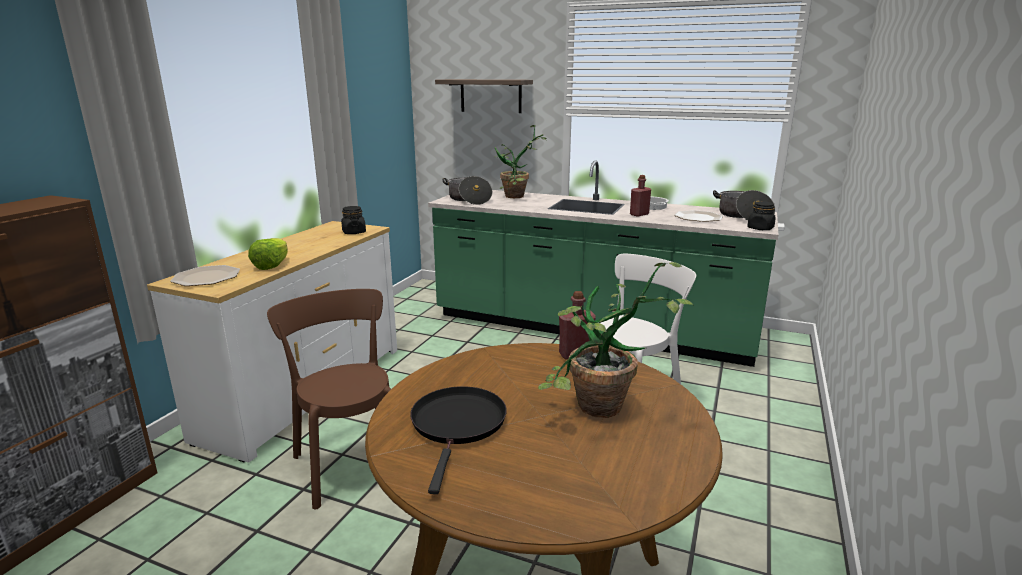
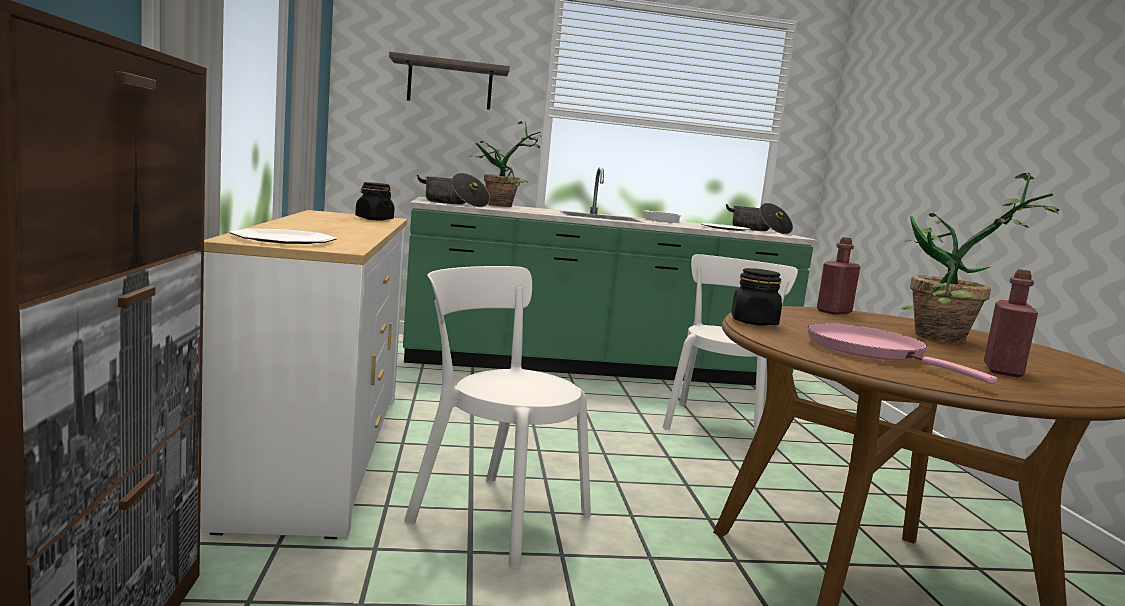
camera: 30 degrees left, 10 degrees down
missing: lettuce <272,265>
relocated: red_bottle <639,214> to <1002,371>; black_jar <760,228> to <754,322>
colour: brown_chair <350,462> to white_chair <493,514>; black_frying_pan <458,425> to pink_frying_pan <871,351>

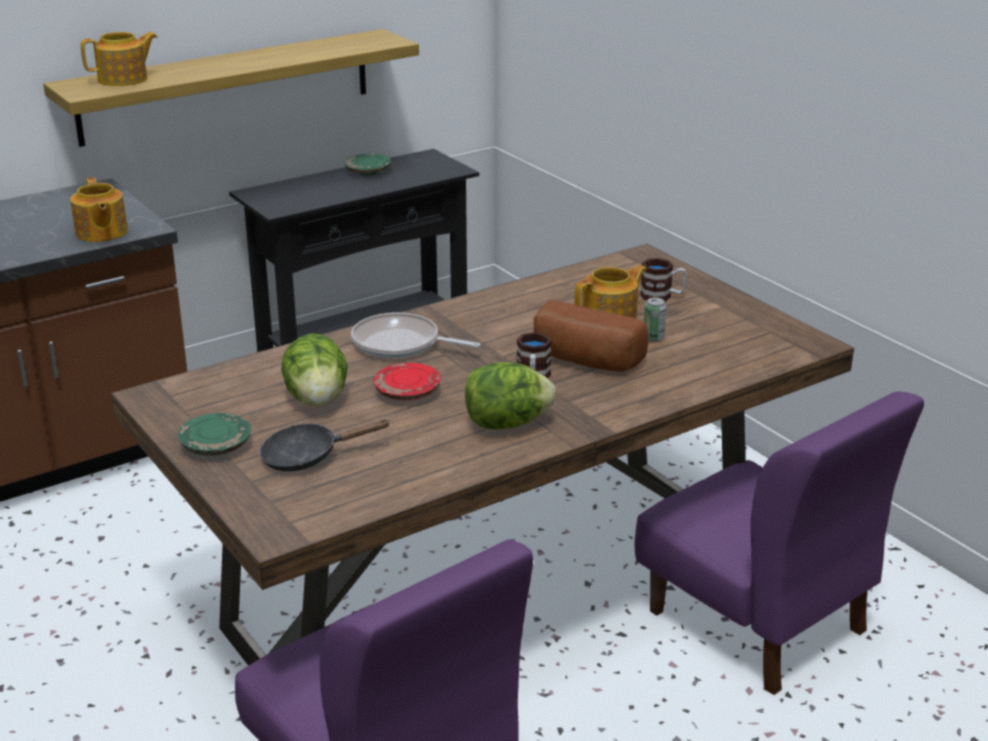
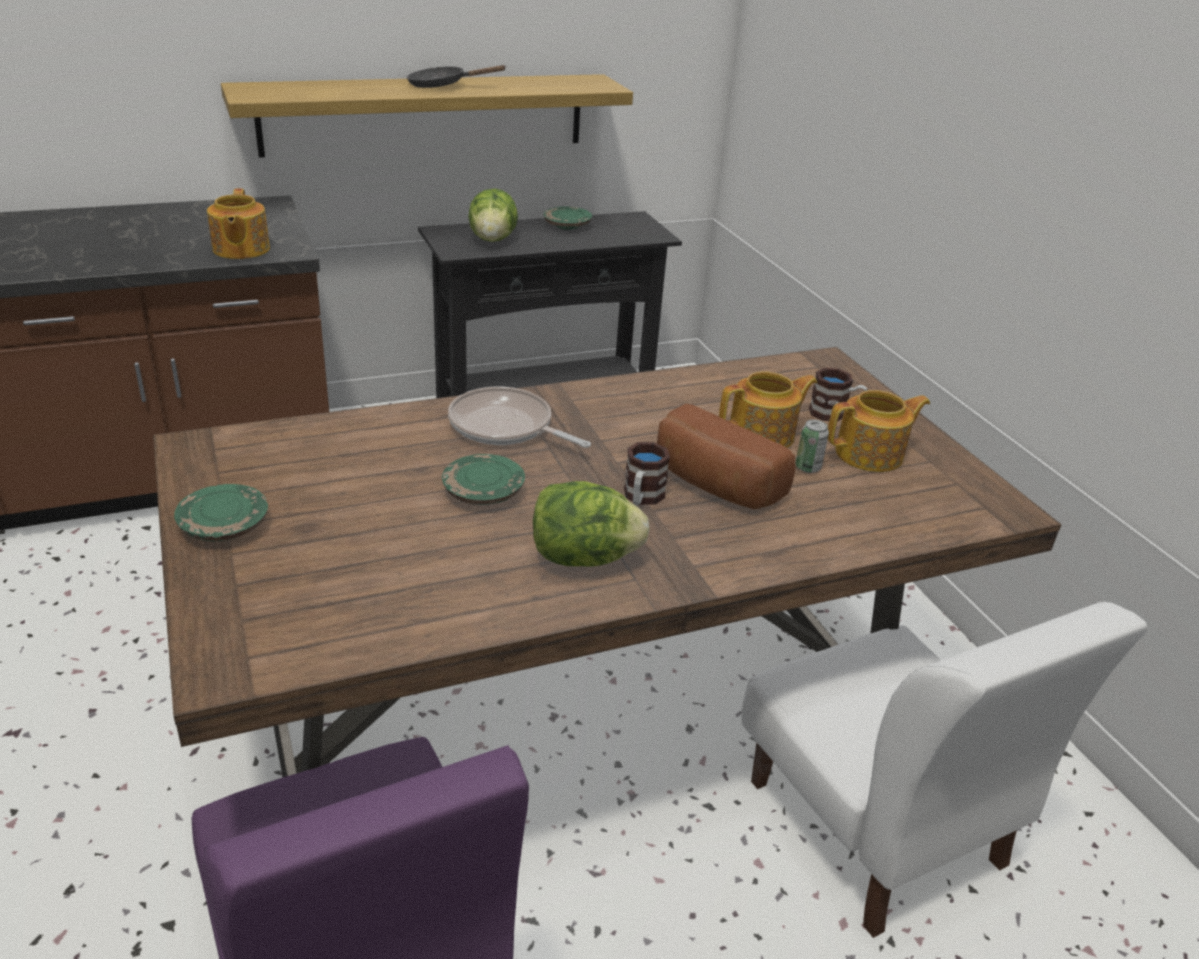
camera: 10 degrees right, 5 degrees up
relocated: teapot <124,79> to <871,454>; lettuce <317,399> to <493,239>; black_frying_pan <308,456> to <443,86>
colour: red_plate <407,392> to green_plate <483,492>; purple_chair <757,622> to white_chair <876,824>

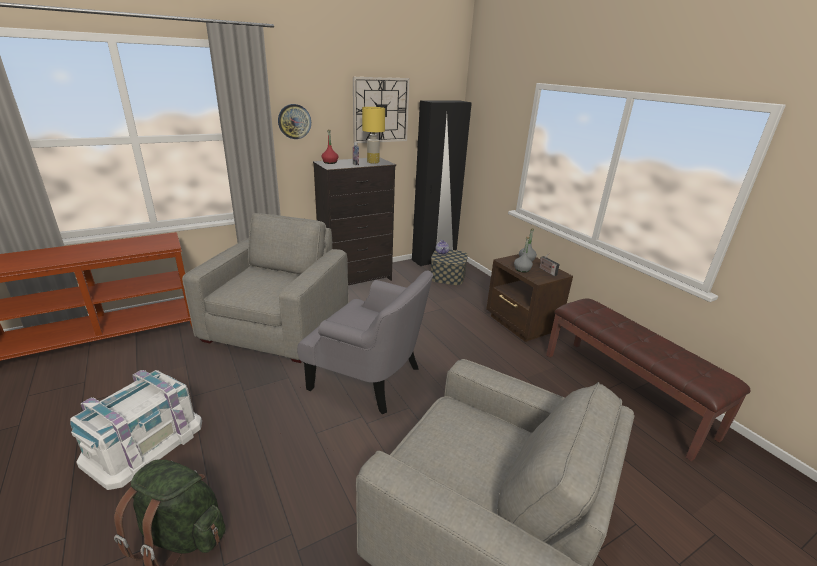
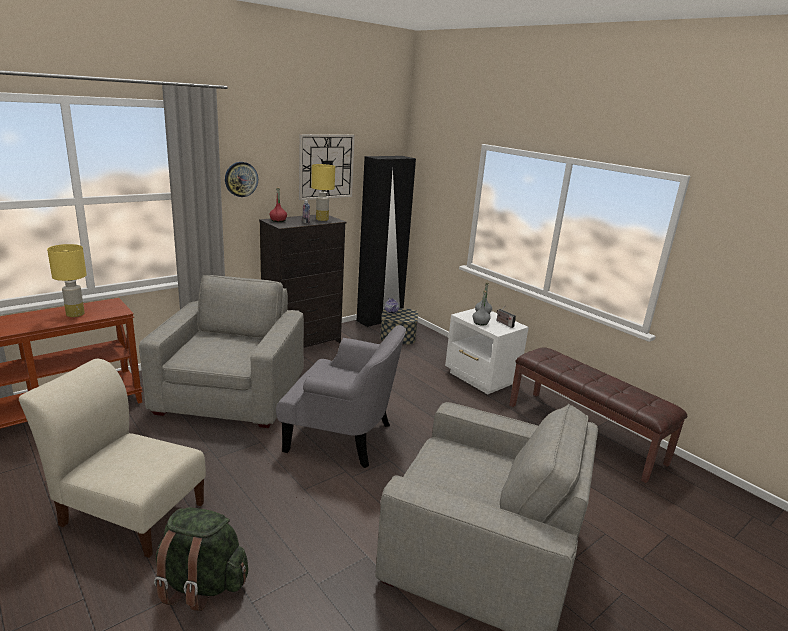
camera: 10 degrees left, 5 degrees down
appeared: yellow_table_lamp <75,314>
exchanged: white_storage_box <144,442> to beige_chair <129,512>
colour: brown_nightstand <521,324> to white_nightstand <481,379>

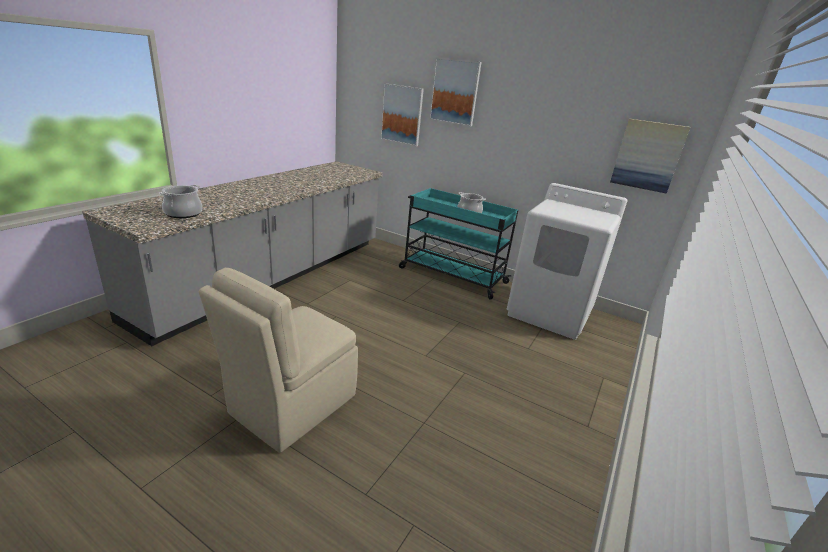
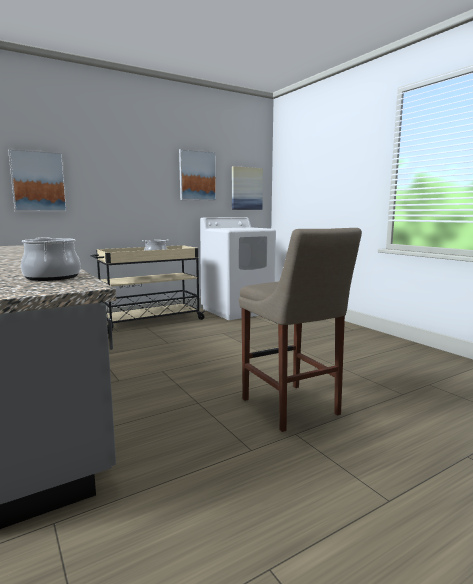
camera: 60 degrees left, 15 degrees down
relocated: picture <455,92> to <197,175>
exchanged: beige_chair <290,405> to beige_stool <292,408>
colour: turquoise_cart <451,275> to beige_cart <149,321>

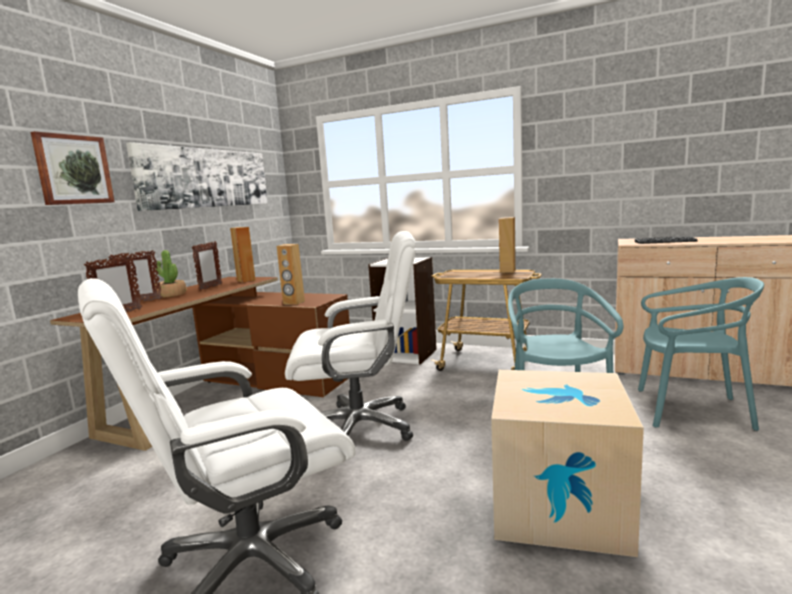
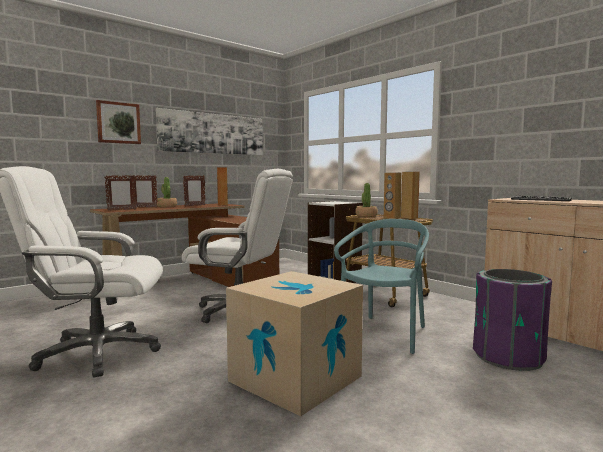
camera: 25 degrees right, 5 degrees down
appeared: potted_plant <366,215>
relocated: brown_speaker <293,303> to <391,218>
exchanged: turquoise_chair <691,410> to purple_trash_can <508,357>

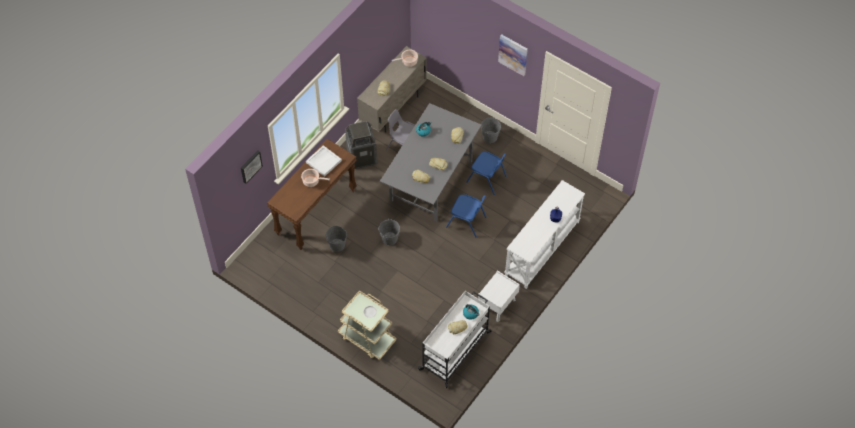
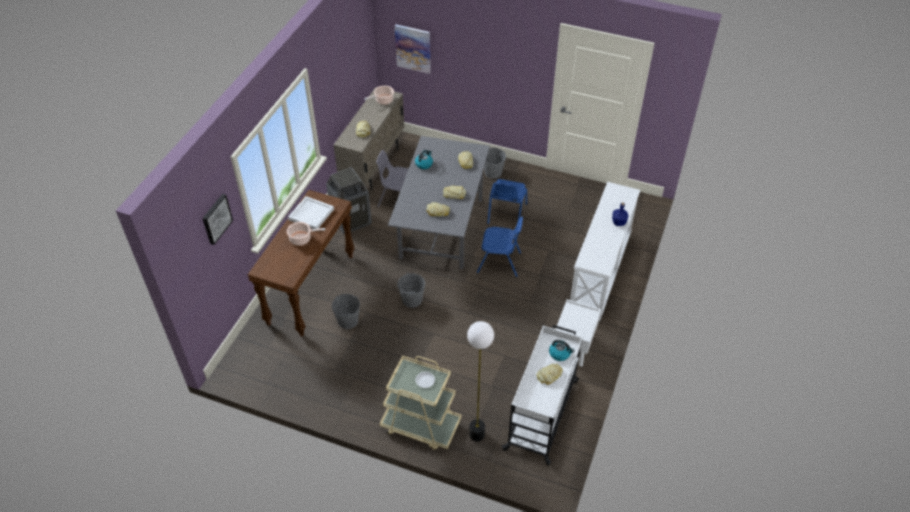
camera: 15 degrees left, 10 degrees down
appeared: floor_lamp <476,434>
relocated: picture <513,54> to <413,48>
spun: blue_chair <487,179> = <506,214> 90 degrees clockwise

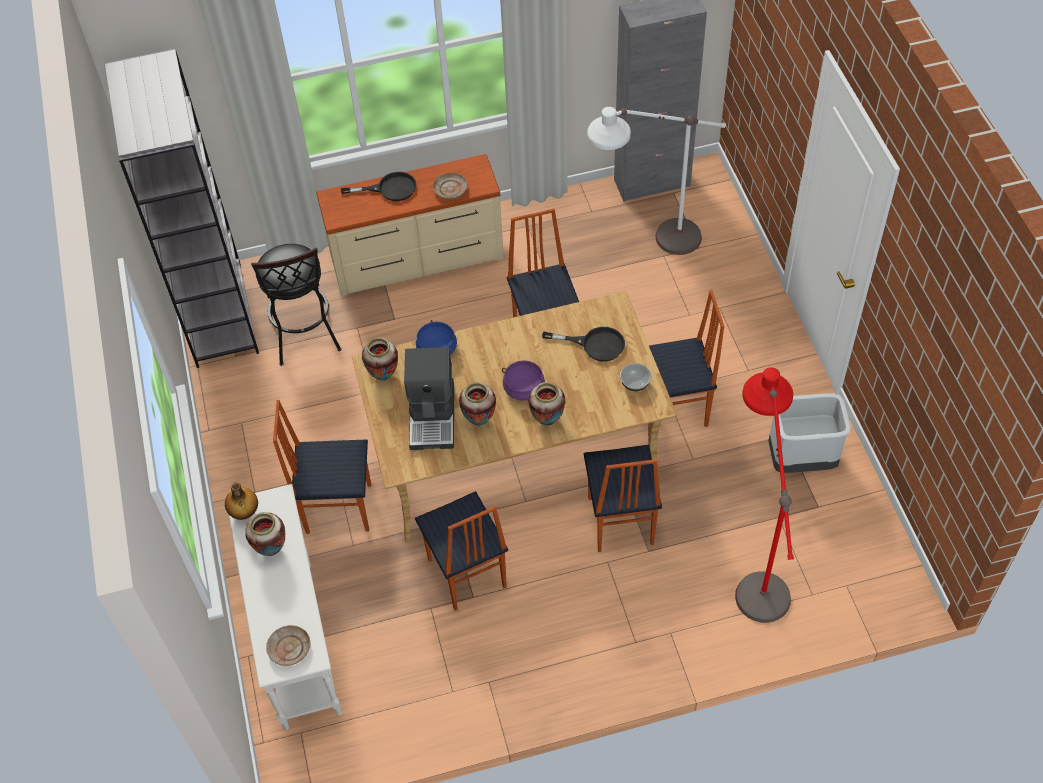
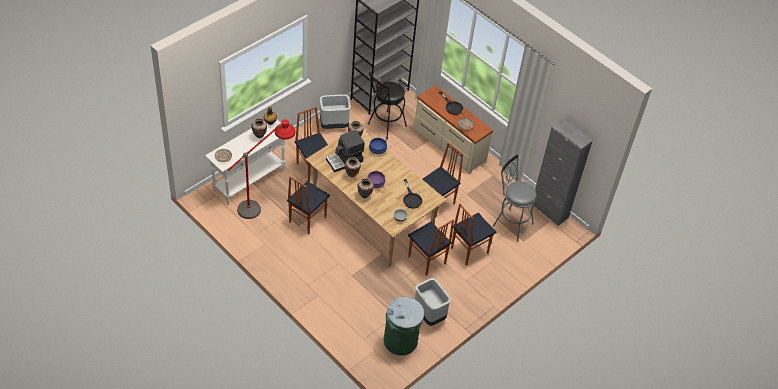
camera: 55 degrees right, 5 degrees down
appeared: grey_trash_can <334,125>; green_trash_can <401,341>
relocated: red_floor_lamp <755,562> to <263,203>; chair <619,522> to <468,250>
exchanged: white_floor_lamp <649,248> to grey_stool <510,223>

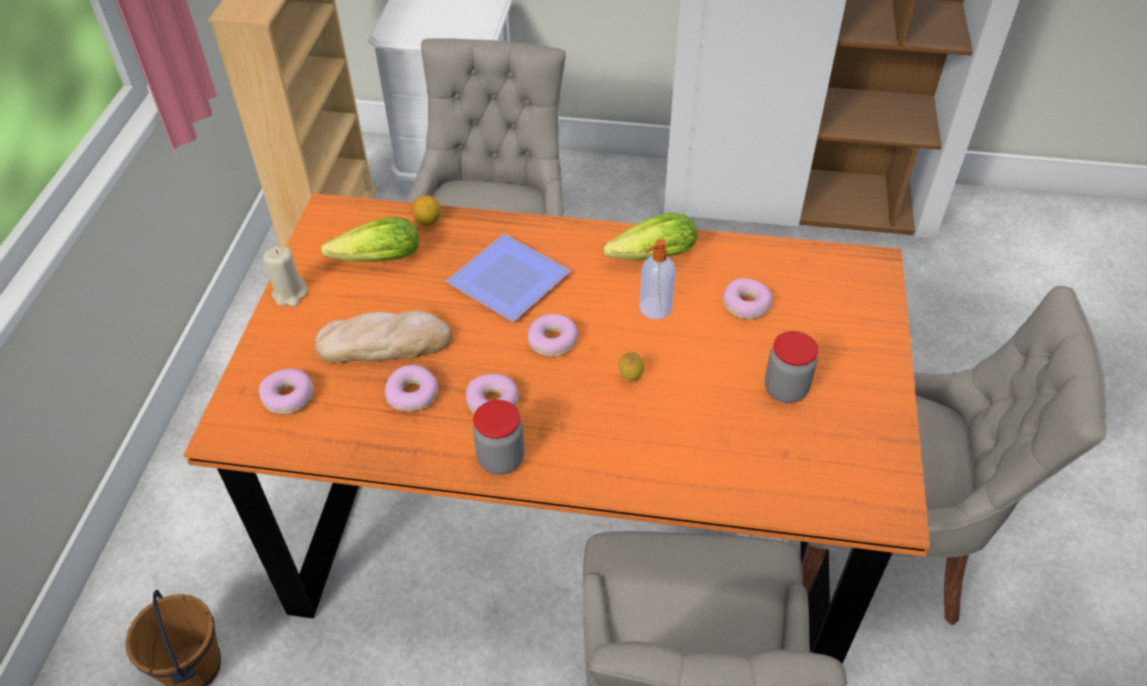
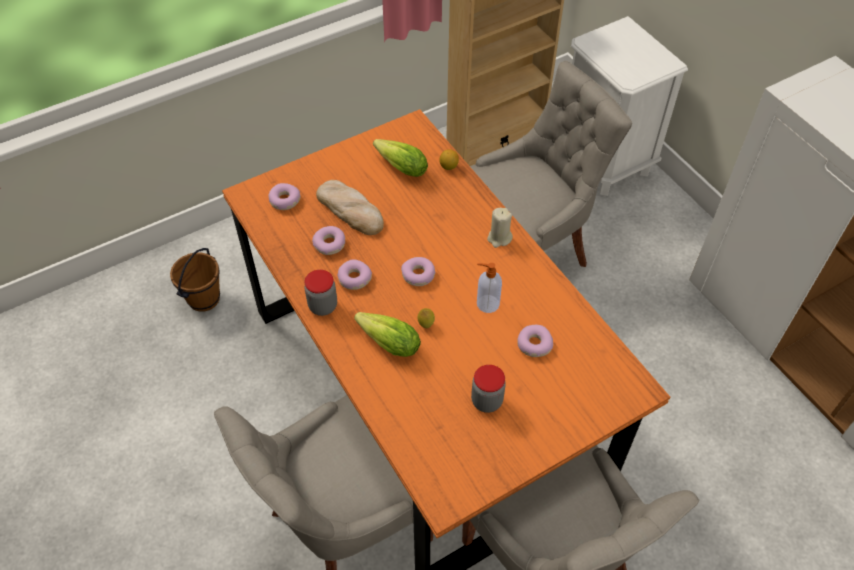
camera: 50 degrees right, 5 degrees up
missing: plate <508,277>
relocated: lettuce <648,258> to <386,341>; beige_candle <290,294> to <499,238>

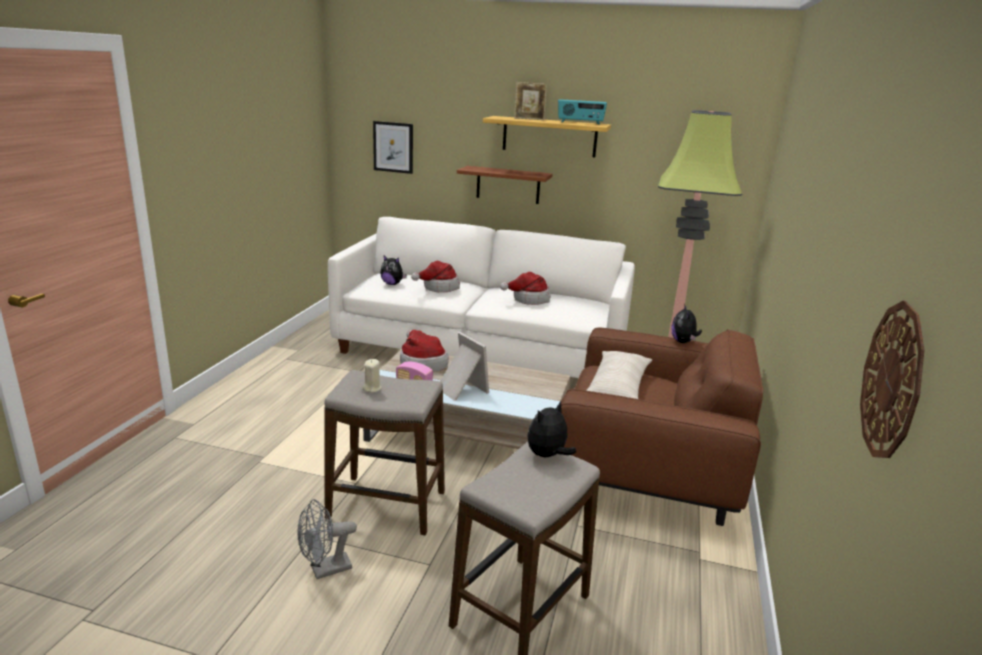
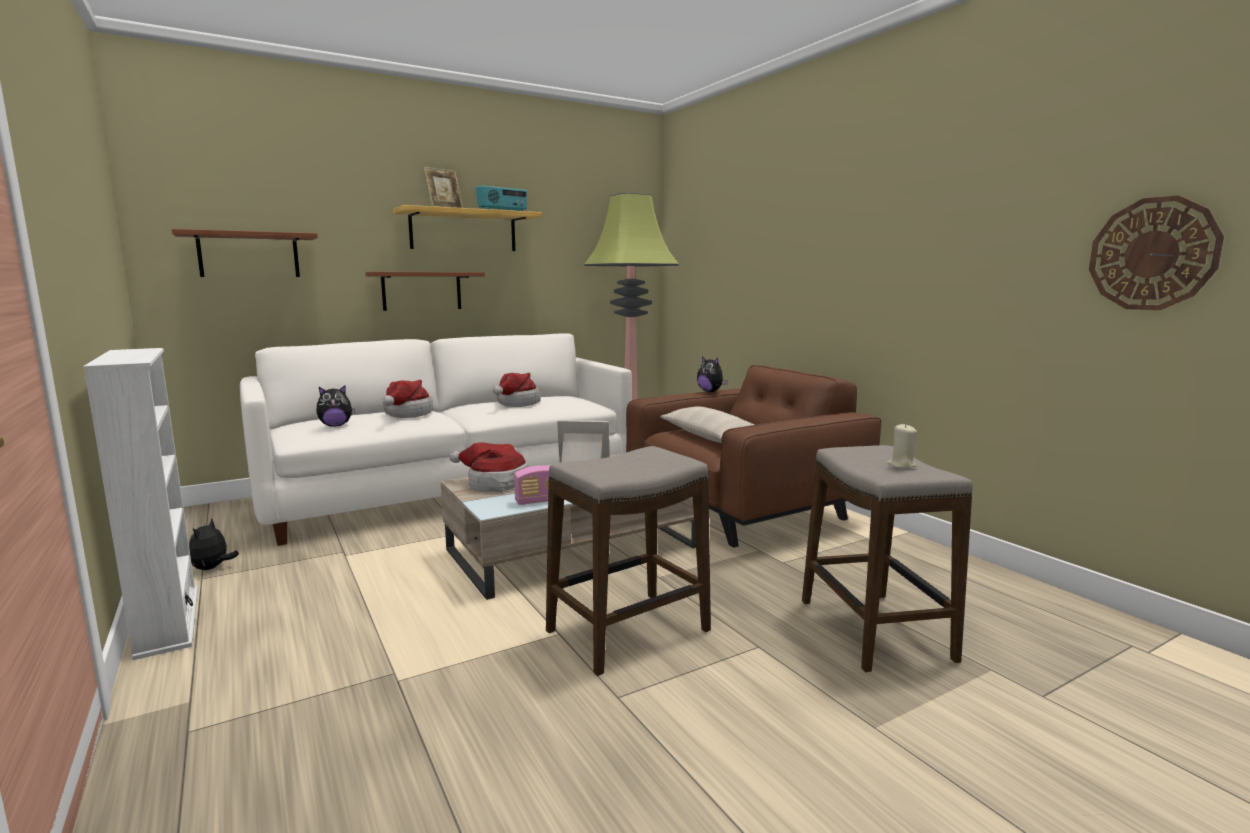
camera: 45 degrees left, 10 degrees down
missing: grey_fan <325,570>
appeared: white_bookcase <167,621>
relocated: beige_candle <372,388> to <901,465>; plush_toy <547,456> to <212,568>
exchanged: picture <393,147> to brown_shelf <249,255>

